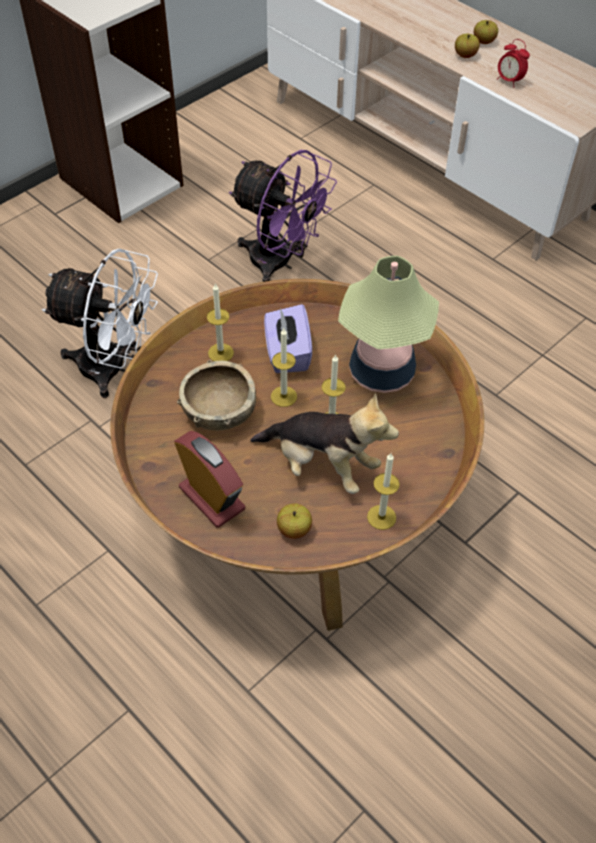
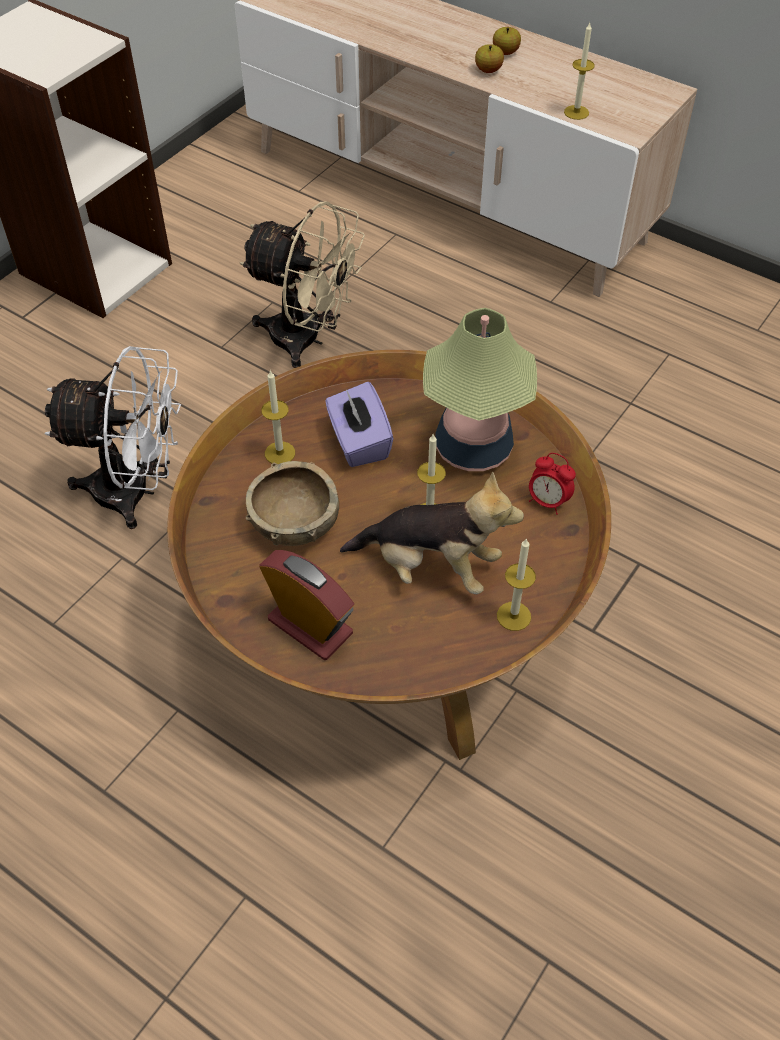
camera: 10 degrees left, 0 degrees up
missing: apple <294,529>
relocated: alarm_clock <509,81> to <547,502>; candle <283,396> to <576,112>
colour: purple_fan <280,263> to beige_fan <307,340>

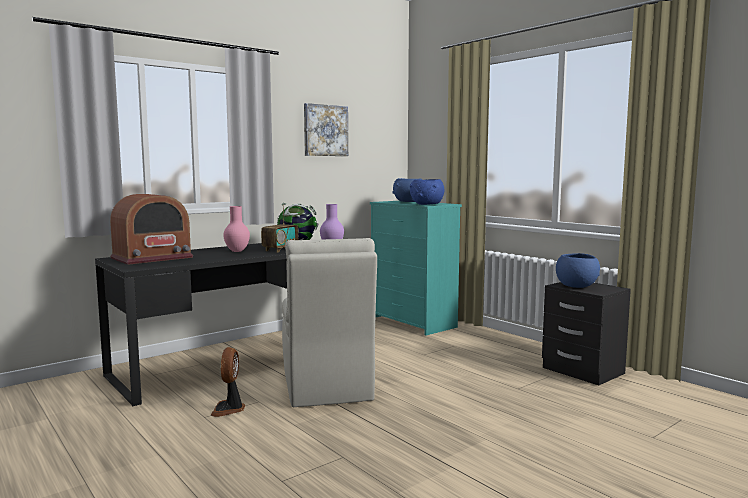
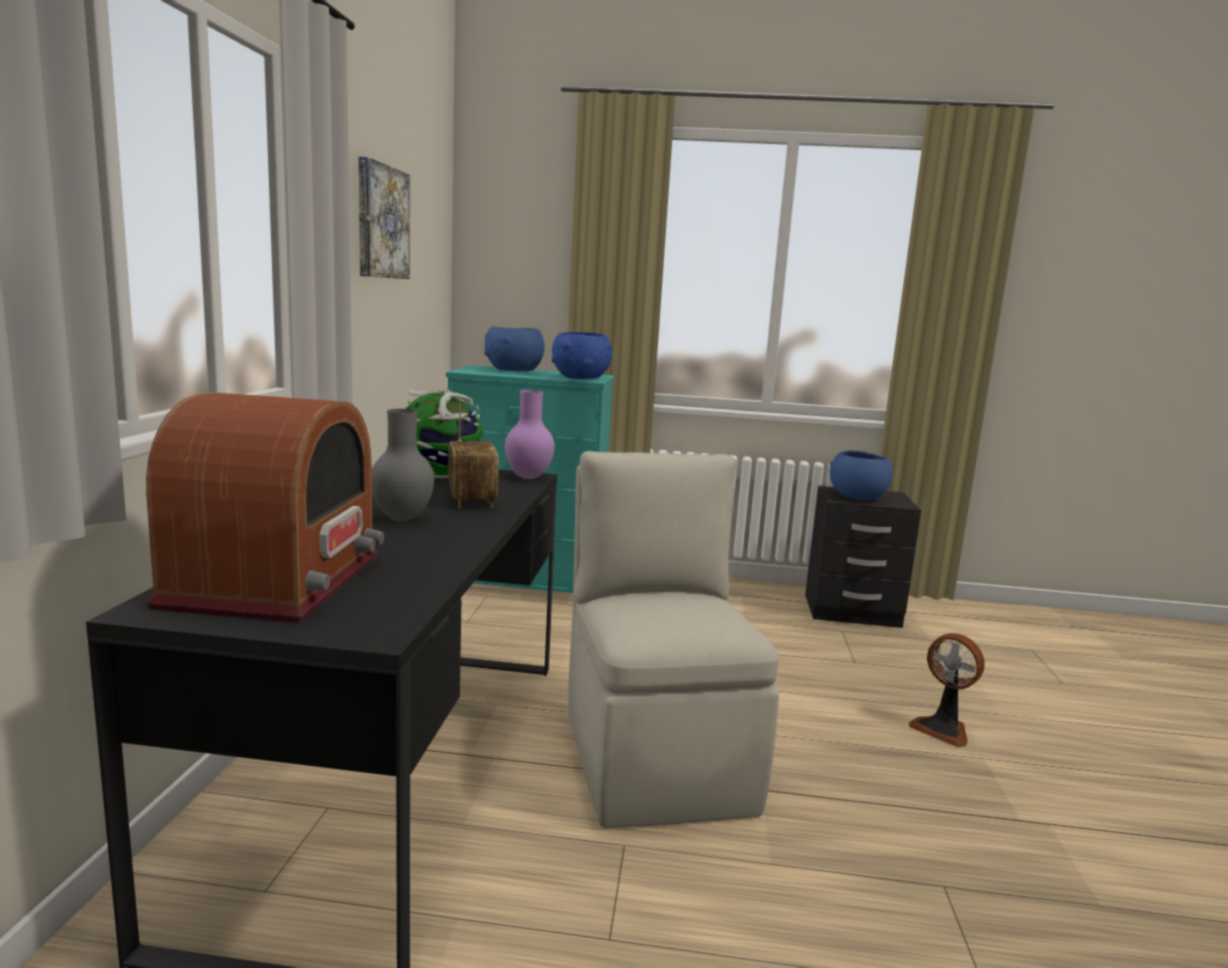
camera: 45 degrees left, 5 degrees up
relocated: fan <229,409> to <943,729>
colour: pink_vase <237,251> to grey_vase <402,518>
spun: beige_chair <326,386> = <656,758> 135 degrees counterclockwise

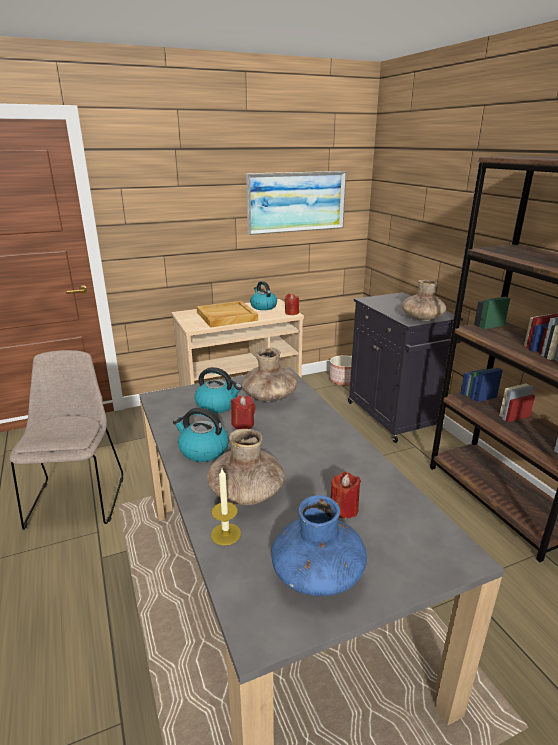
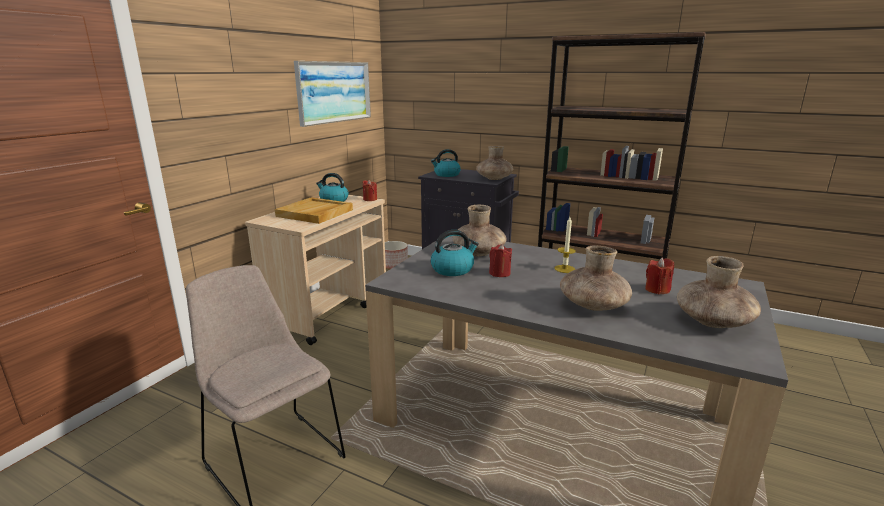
camera: 40 degrees left, 5 degrees down
relocated: kettle <203,450> to <446,175>; candle <226,534> to <564,269>
colour: blue_vase <317,573> to brown_vase <713,321>

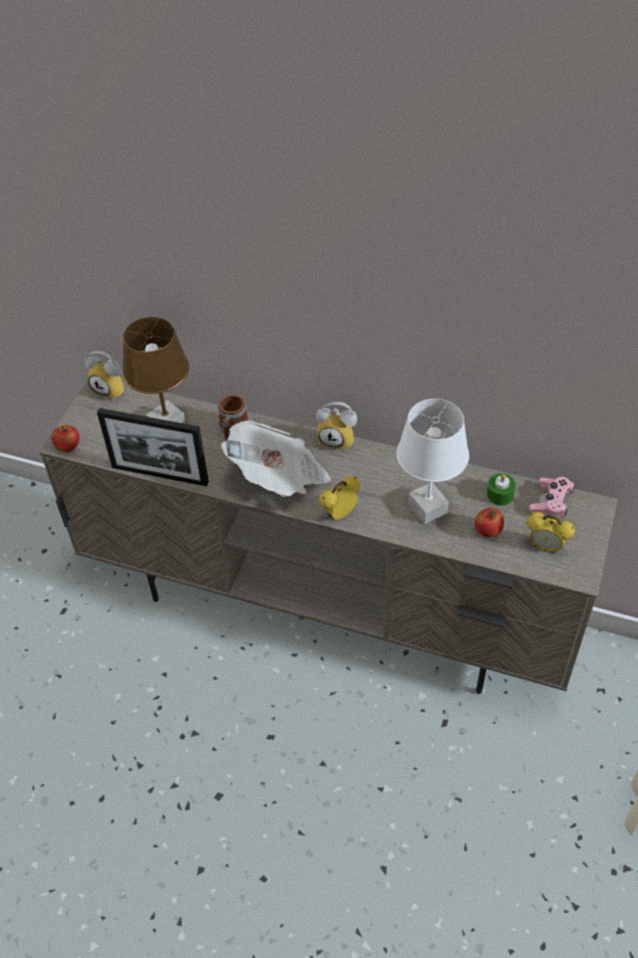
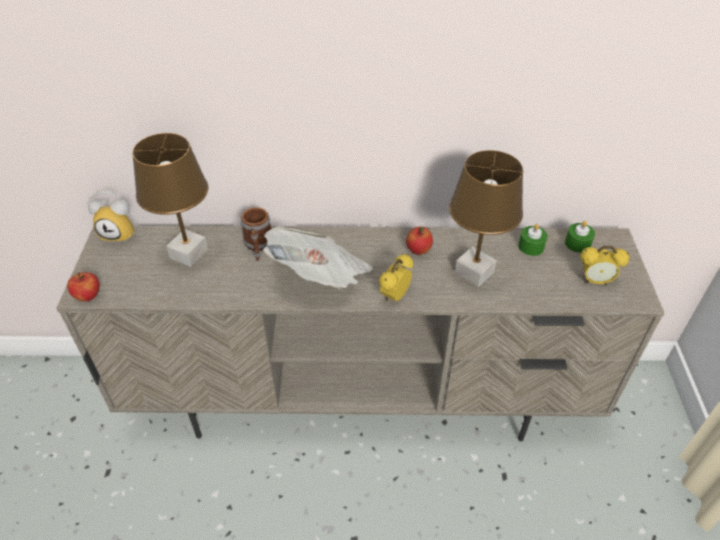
camera: 20 degrees left, 5 degrees down
missing: alarm_clock <338,439>; picture_frame <160,474>
relocated: apple <488,531> to <418,250>
exchanged: pink_game_controller <551,503> to green_candle <577,244>
colour: white_table_lamp <427,508> to brown_table_lamp <473,272>

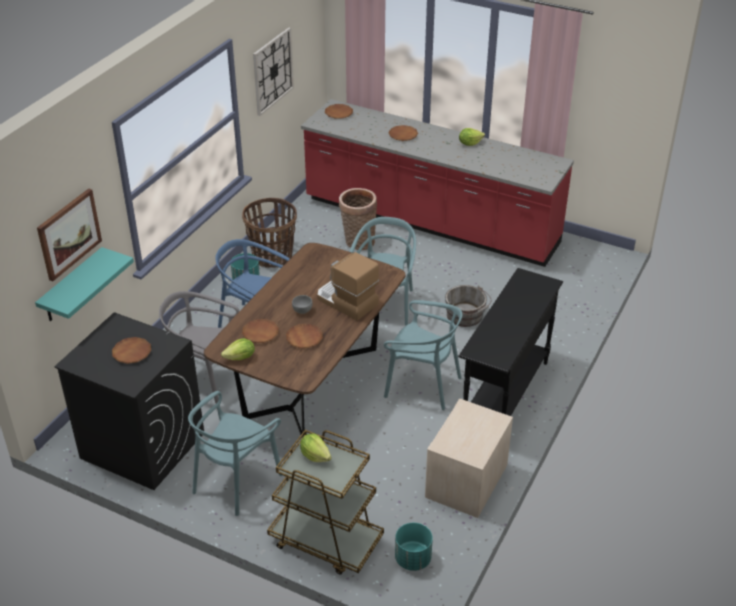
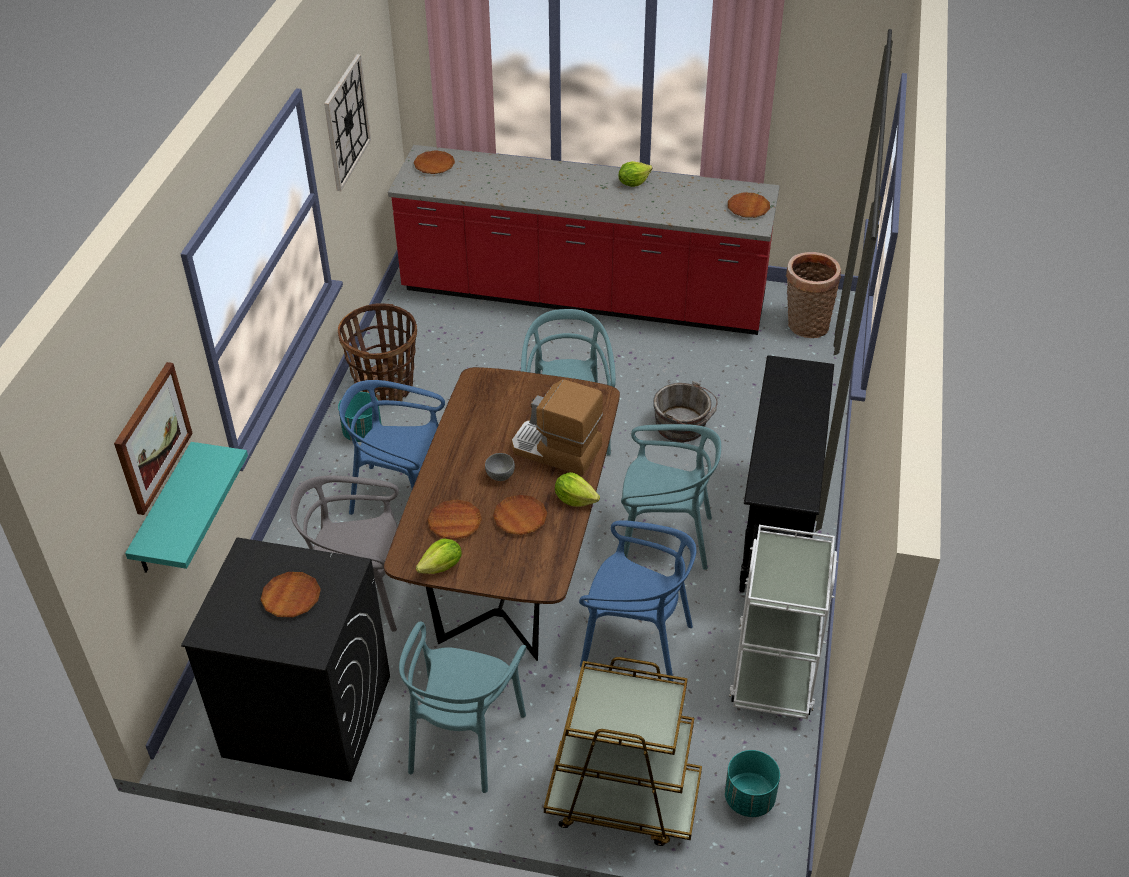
camera: 15 degrees left, 5 degrees up
appeared: blue_chair <636,642>
relocated: brown_plate <403,135> to <748,208>; basket <358,241> to <805,326>; lettuce <315,455> to <575,499>
exchanged: beige_nightstand <466,481> to white_cart <775,667>

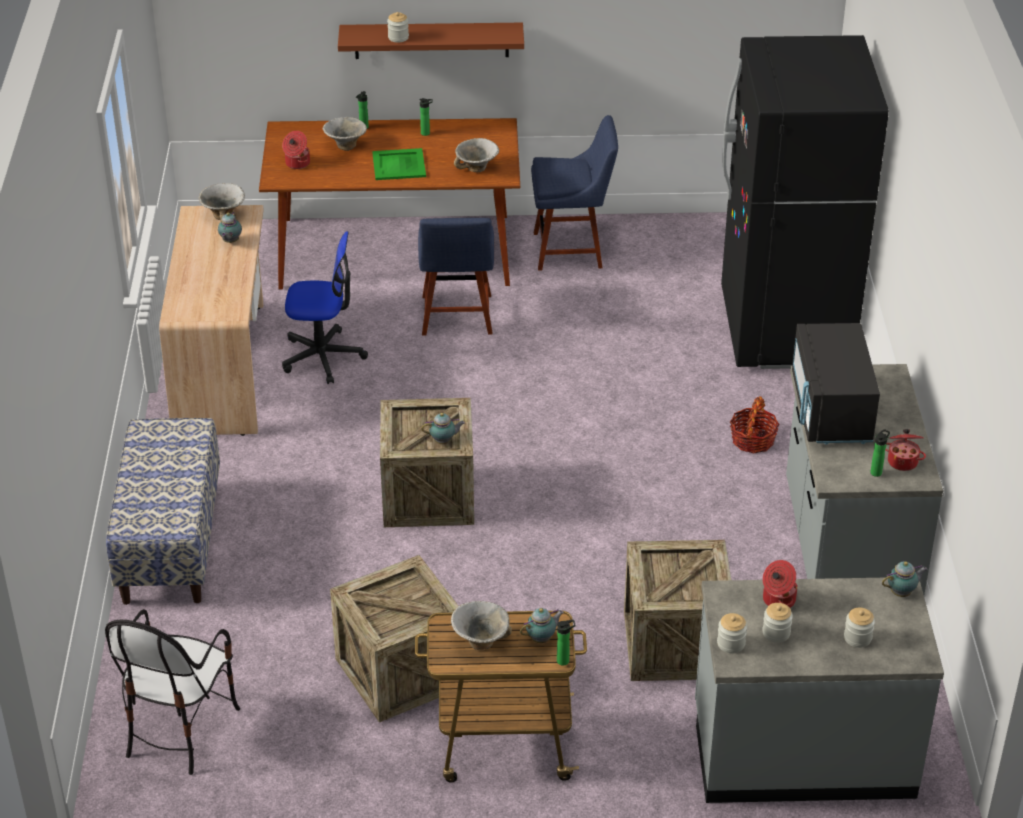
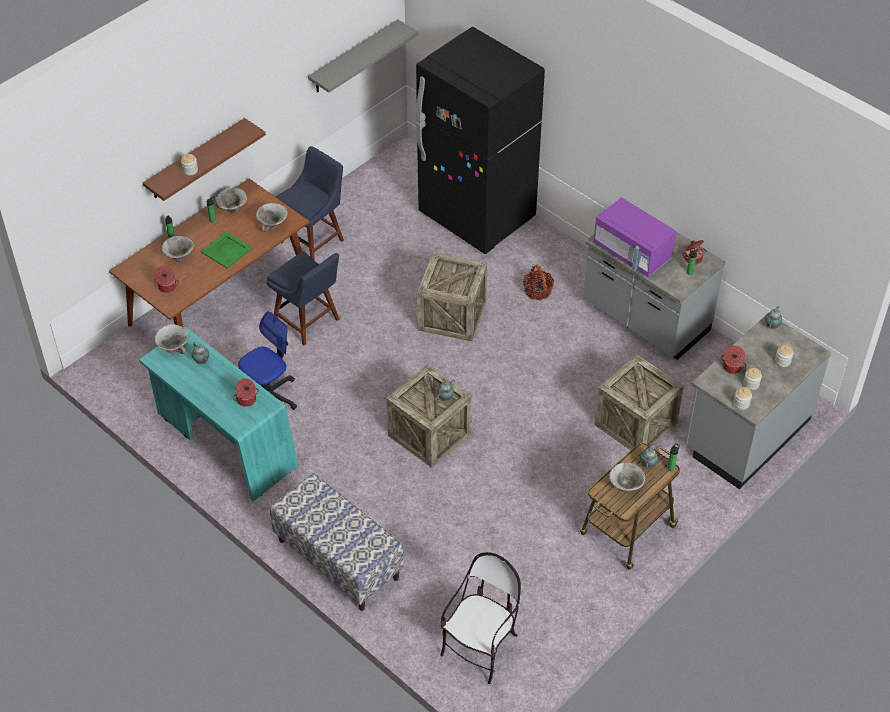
camera: 45 degrees left, 10 degrees up
appeared: grey_shelf <354,57>; bowl <232,210>; cooking_pot <246,400>
relocated: crate <401,672> to <452,316>
colour: beige_desk <224,368> to turquoise_desk <224,441>; black_microwave <830,410> to purple_microwave <632,253>
spun: chair <180,729> = <481,648> 120 degrees counterclockwise

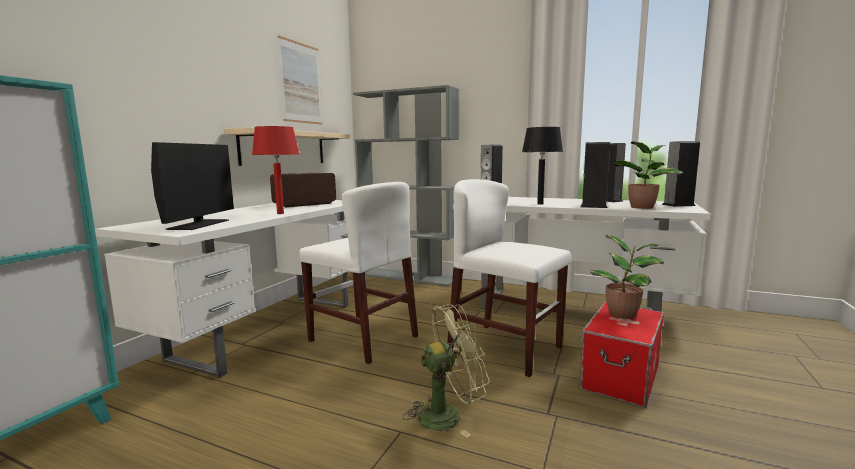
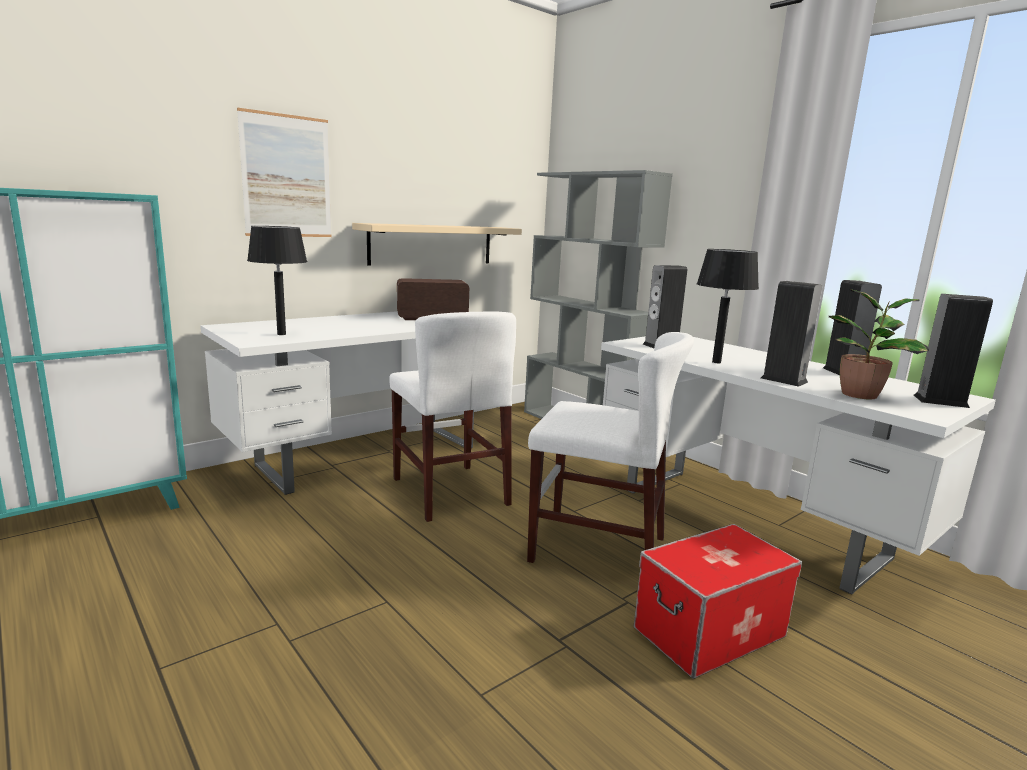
camera: 25 degrees right, 5 degrees up
missing: red_table_lamp <280,213>; potted_plant <624,314>; green_fan <447,415>
relocated: picture <301,83> to <287,176>
exchanged: monitor <199,224> to black_table_lamp <281,334>
spun: white_chair <505,348> = <597,549> 135 degrees clockwise

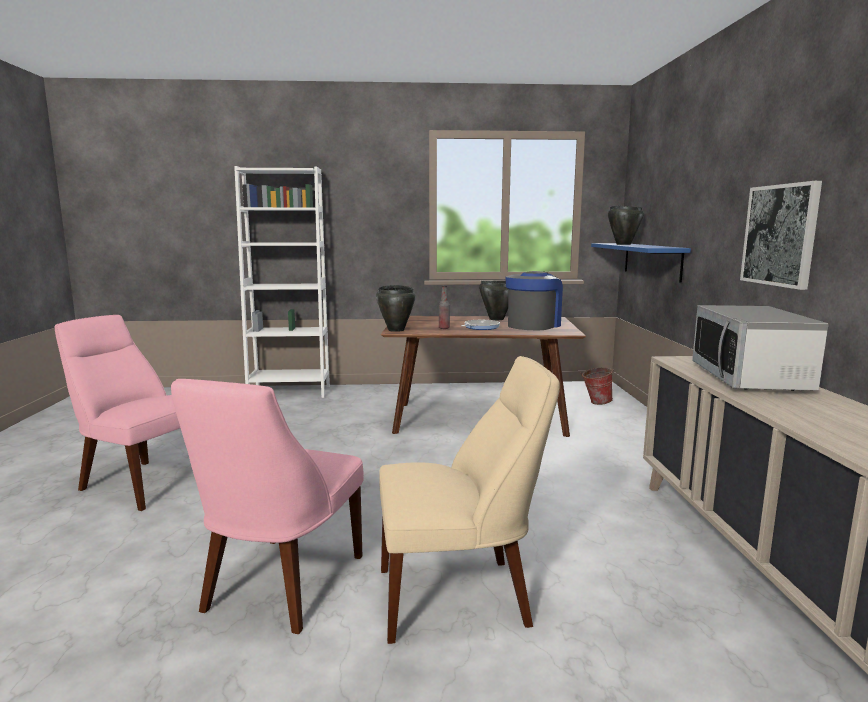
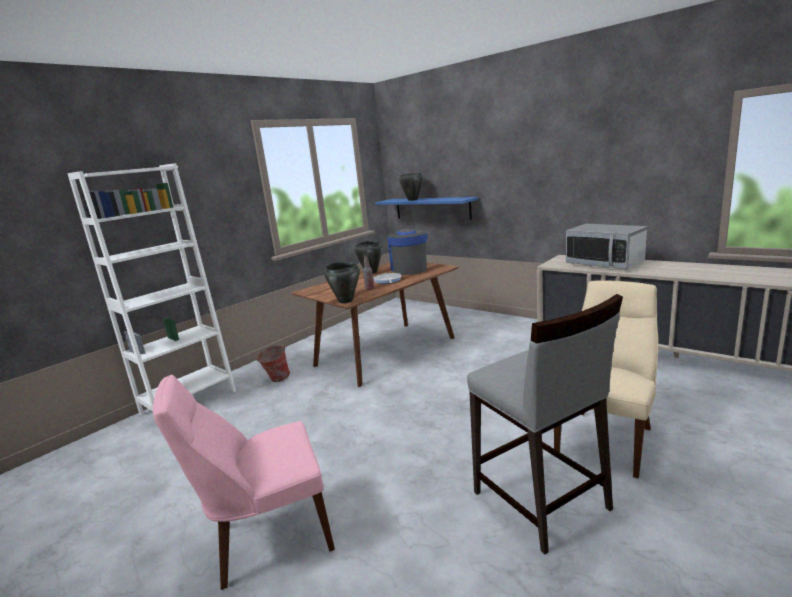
camera: 45 degrees left, 5 degrees up
missing: picture <780,235>
relocated: bucket <595,402> to <276,379>
exchanged: pink_chair <280,586> to grey_stool <541,501>

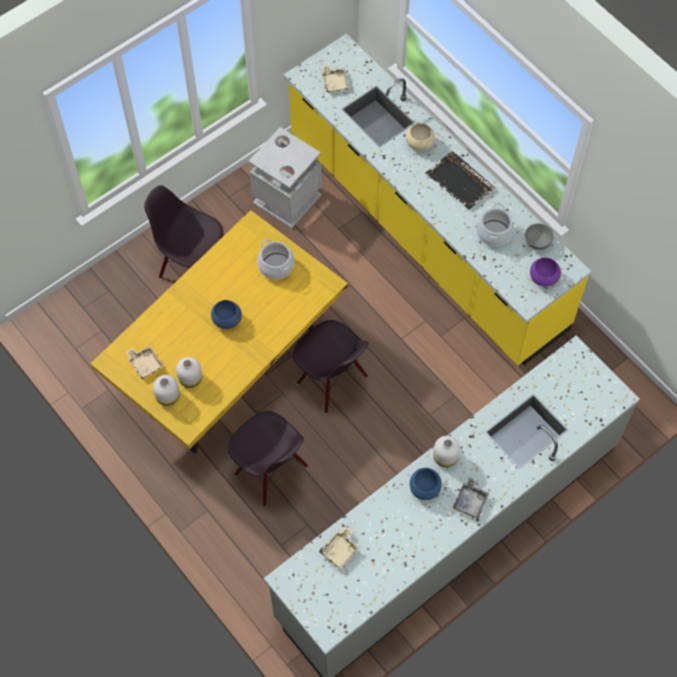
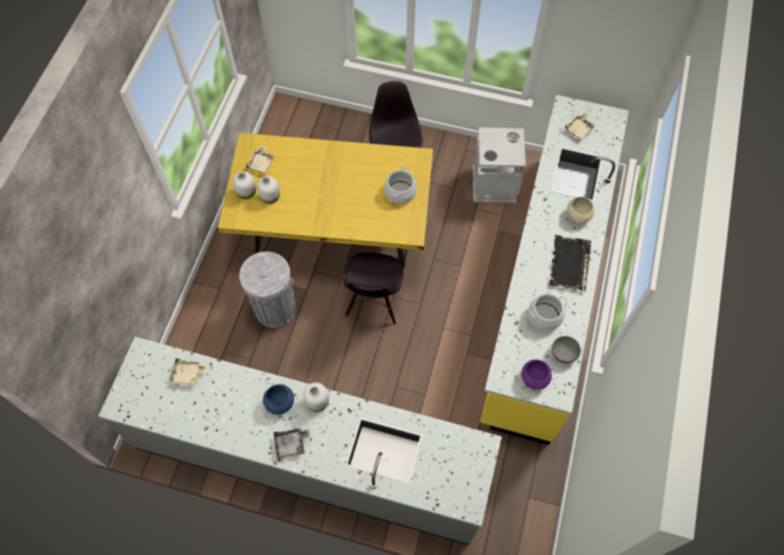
camera: 55 degrees right, 0 degrees up
missing: blue_bowl <227,319>
exchanged: black_chair <270,471> to grey_trash_can <275,308>

